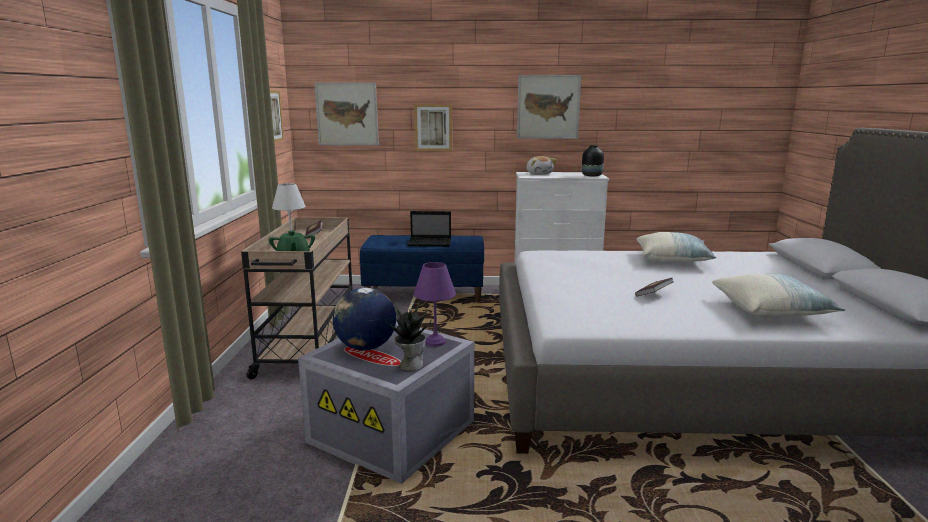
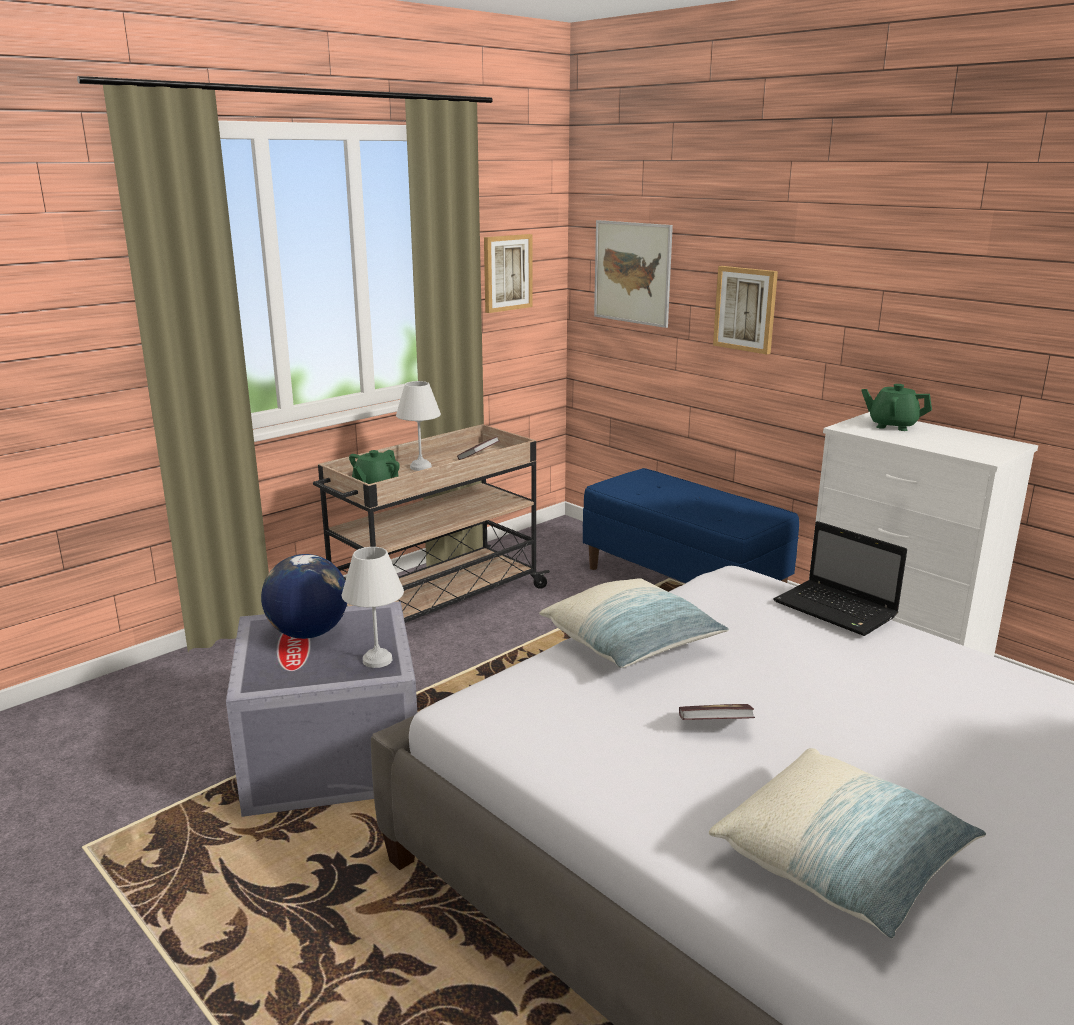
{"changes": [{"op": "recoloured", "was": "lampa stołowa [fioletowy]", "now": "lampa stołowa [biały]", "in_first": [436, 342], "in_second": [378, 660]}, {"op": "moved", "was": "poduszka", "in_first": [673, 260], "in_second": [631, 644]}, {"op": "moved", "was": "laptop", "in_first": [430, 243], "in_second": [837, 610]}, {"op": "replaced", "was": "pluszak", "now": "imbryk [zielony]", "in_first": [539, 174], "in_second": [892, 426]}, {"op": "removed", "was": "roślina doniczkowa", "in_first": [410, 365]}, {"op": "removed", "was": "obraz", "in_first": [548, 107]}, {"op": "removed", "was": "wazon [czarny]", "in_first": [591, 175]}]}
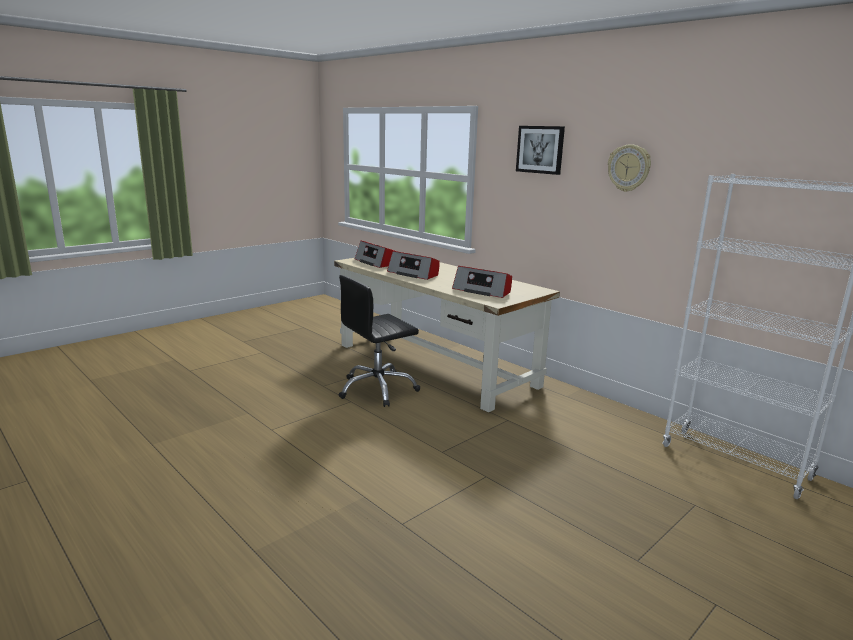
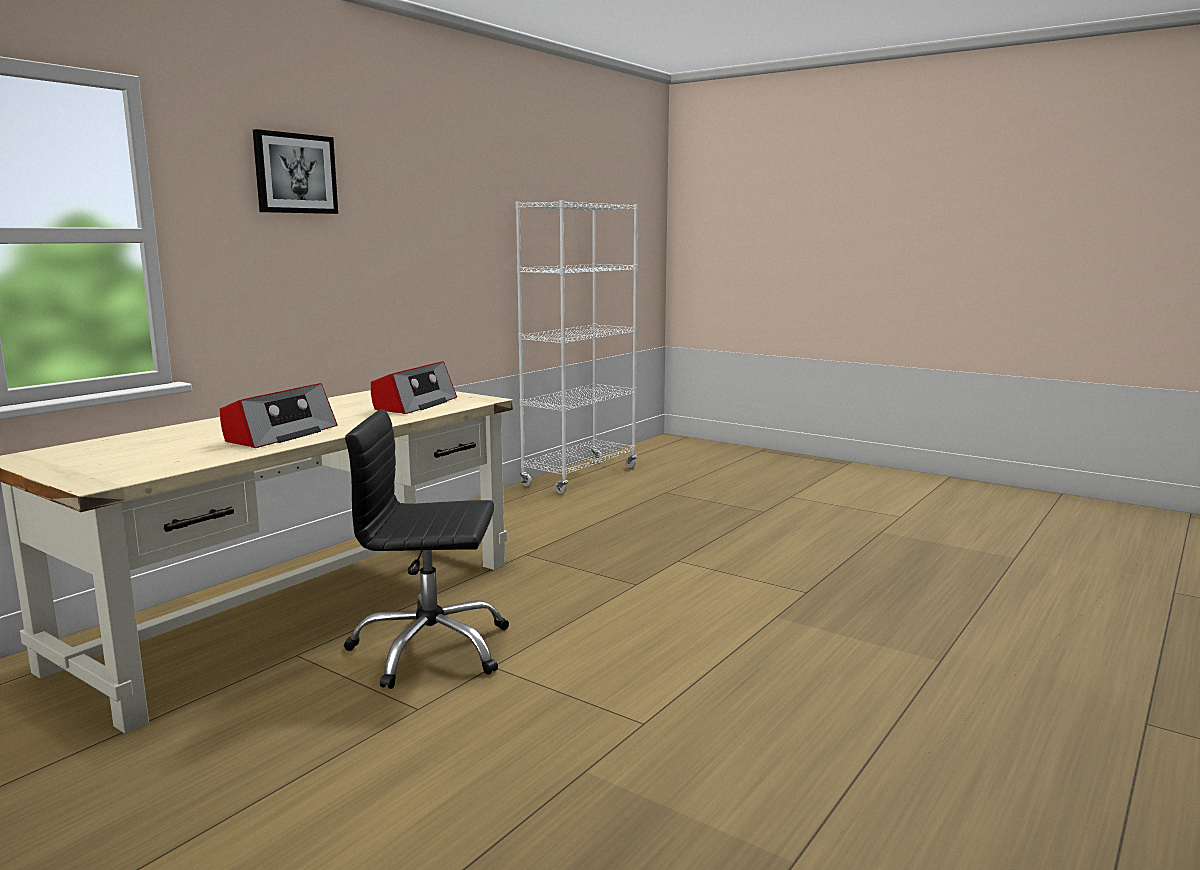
{"changes": [{"op": "turned", "was": "krzesło biurowe [czarny]", "in_first": [377, 389], "in_second": [430, 649], "clockwise": 135}, {"op": "removed", "was": "radio", "in_first": [375, 262]}, {"op": "removed", "was": "zegar ścienny", "in_first": [629, 168]}]}
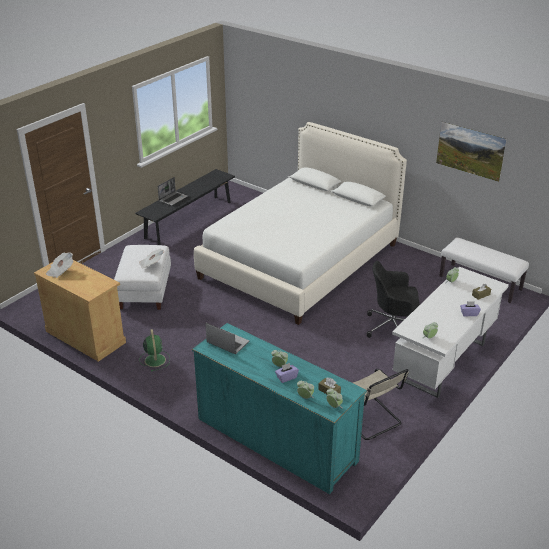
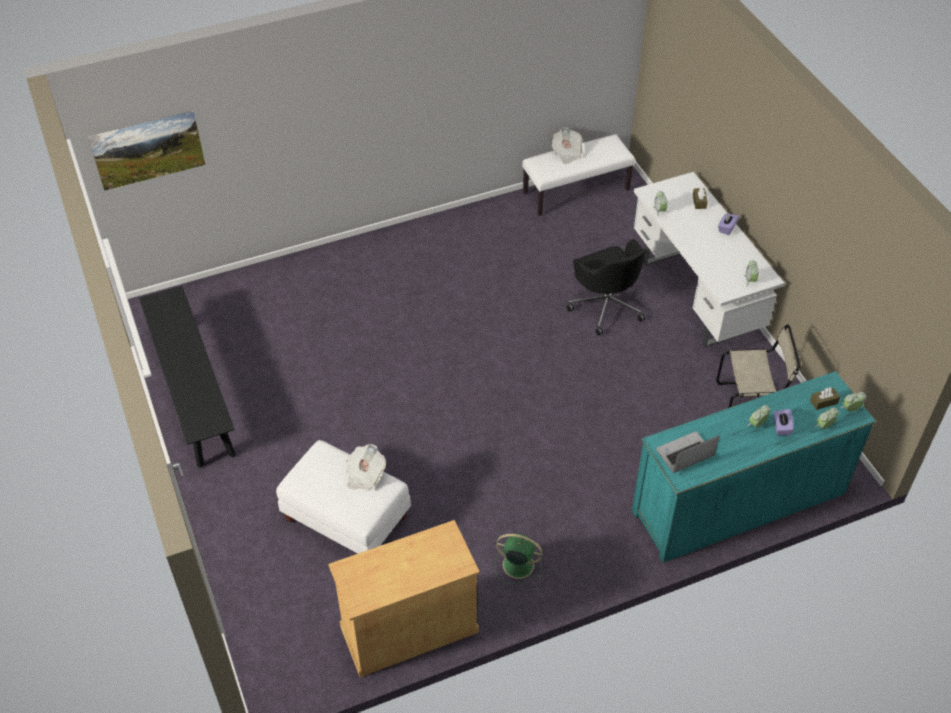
{"changes": [{"op": "moved", "was": "obraz", "in_first": [468, 162], "in_second": [151, 164]}, {"op": "moved", "was": "gazeta", "in_first": [60, 271], "in_second": [567, 153]}, {"op": "turned", "was": "krzesło biurowe [czarny]", "in_first": [392, 327], "in_second": [606, 305], "clockwise": -60}, {"op": "removed", "was": "laptop", "in_first": [173, 199]}, {"op": "removed", "was": "łóżko [biały]", "in_first": [300, 261]}]}
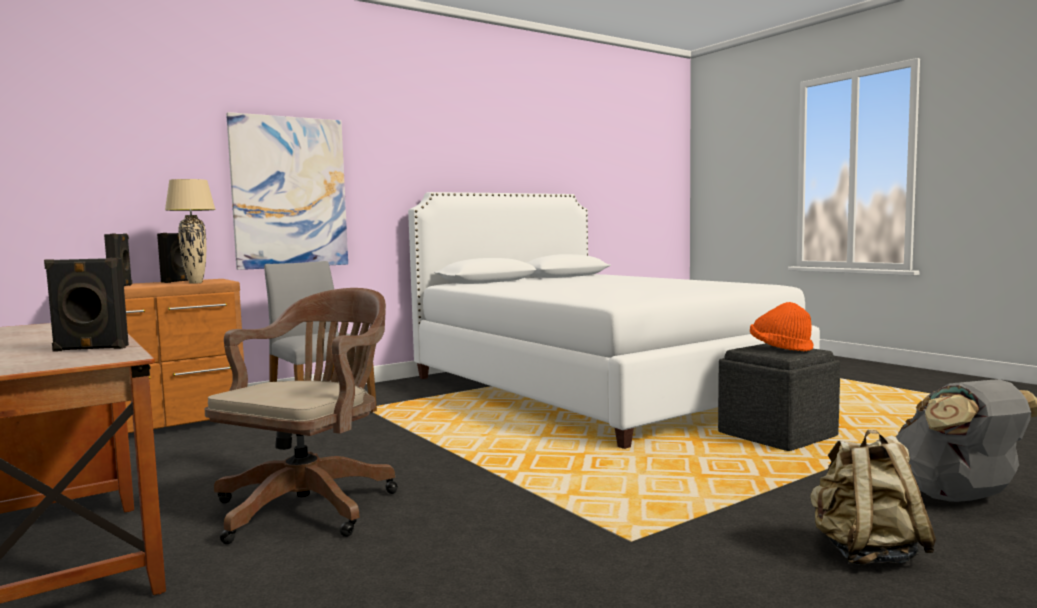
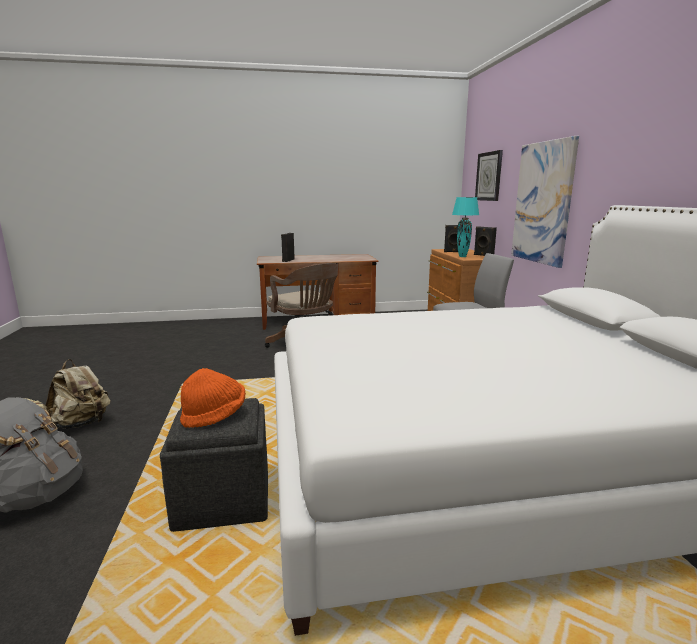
{"changes": [{"op": "recoloured", "was": "lampa stołowa [beżowy]", "now": "lampa stołowa [turkusowy]", "in_first": [196, 283], "in_second": [462, 256]}, {"op": "added", "now": "zegar ścienny", "in_second": [489, 176]}]}
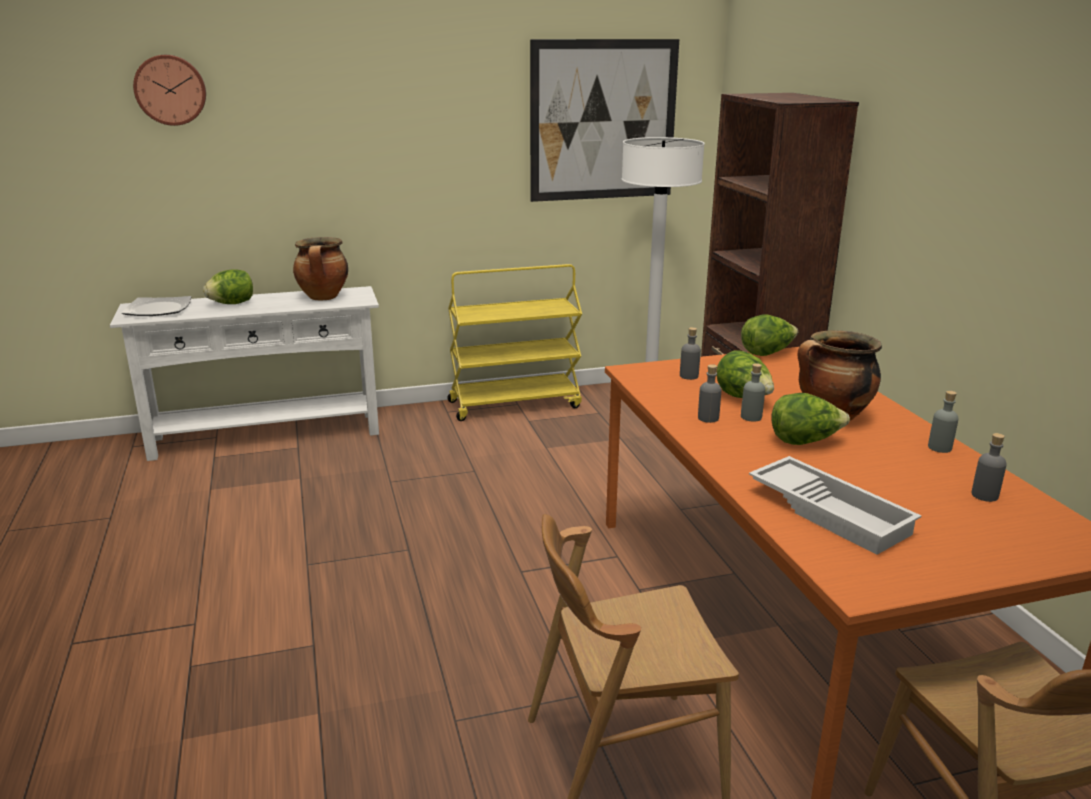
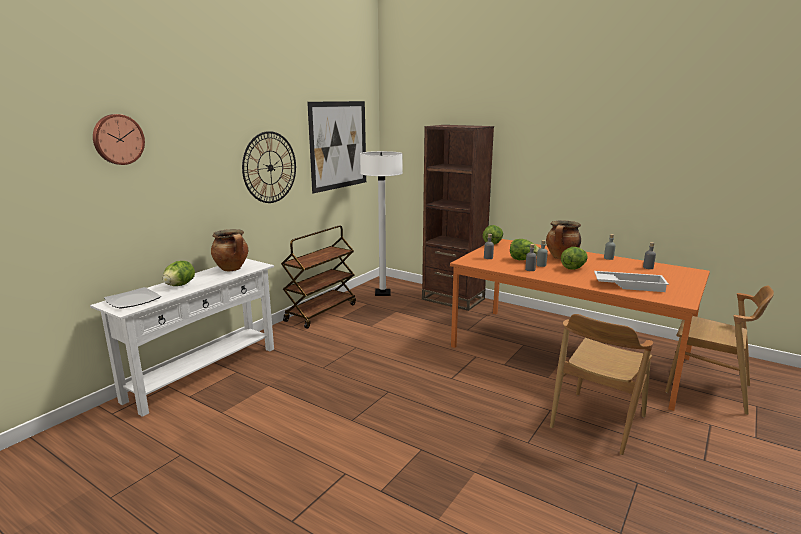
{"changes": [{"op": "added", "now": "zegar ścienny", "in_second": [270, 167]}, {"op": "recoloured", "was": "wózek [żółty]", "now": "wózek [brązowy]", "in_first": [515, 404], "in_second": [321, 312]}]}
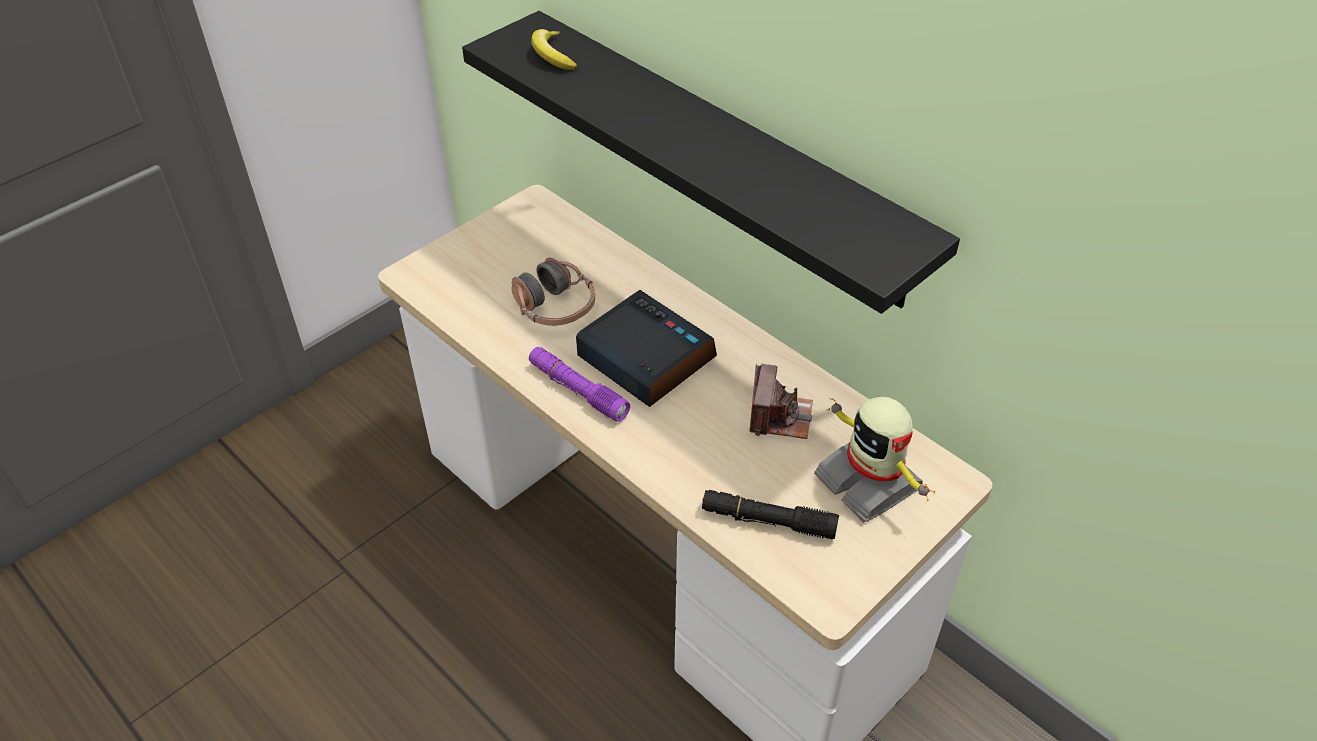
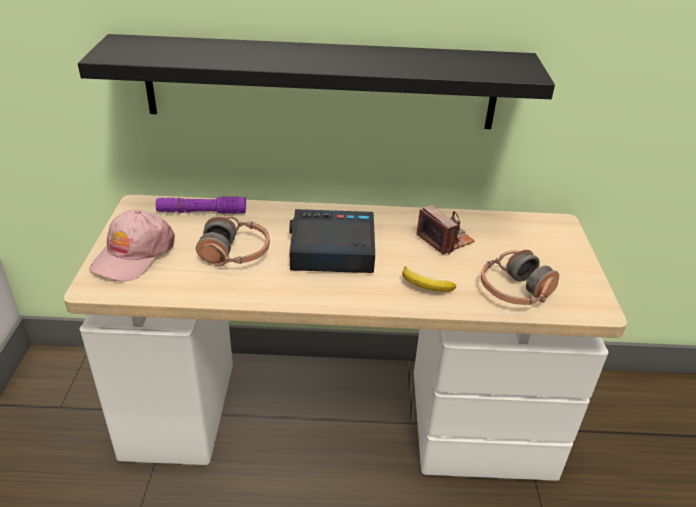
{"changes": [{"op": "added", "now": "czapka z daszkiem [różowy]", "in_second": [133, 254]}, {"op": "moved", "was": "latarka [fioletowy]", "in_first": [578, 390], "in_second": [201, 212]}, {"op": "moved", "was": "banan", "in_first": [552, 55], "in_second": [425, 285]}, {"op": "replaced", "was": "latarka [czarny]", "now": "słuchawki", "in_first": [768, 521], "in_second": [515, 291]}, {"op": "removed", "was": "robot zabawkowy", "in_first": [869, 481]}]}
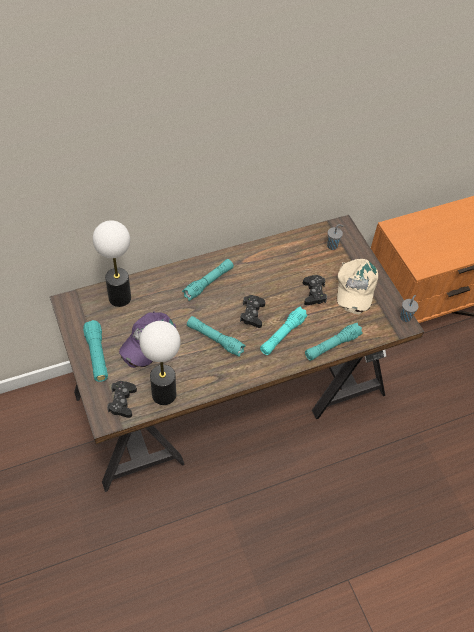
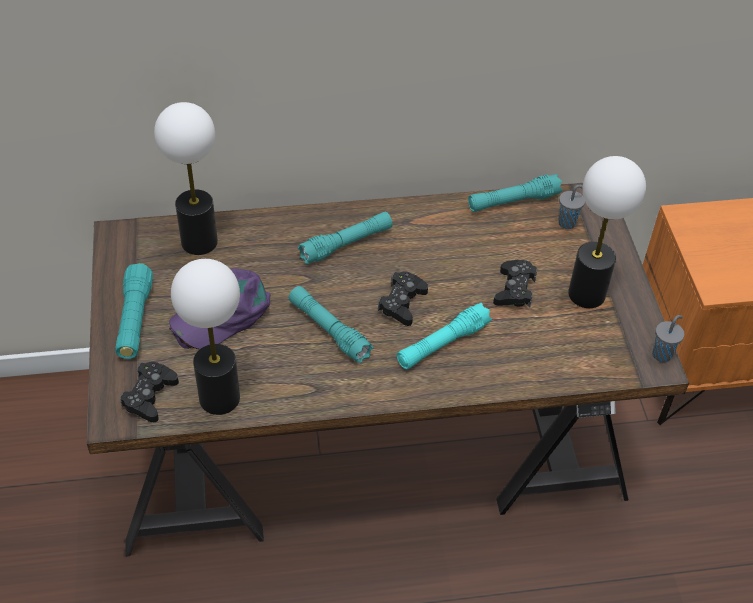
{"changes": [{"op": "moved", "was": "latarka [turkusowy]", "in_first": [332, 346], "in_second": [513, 201]}, {"op": "replaced", "was": "czapka z daszkiem [beżowy]", "now": "lampa stołowa", "in_first": [355, 288], "in_second": [587, 294]}]}
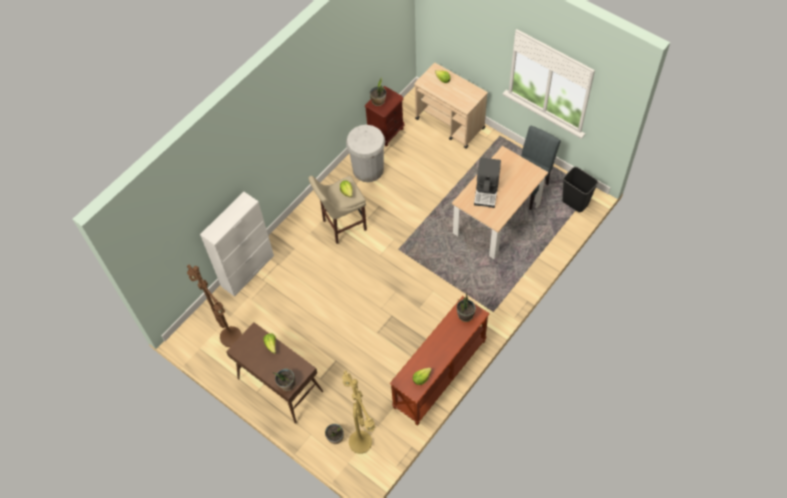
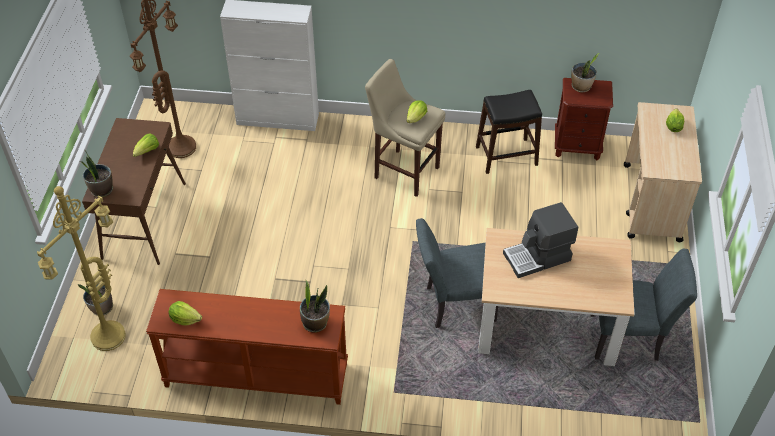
{"changes": [{"op": "added", "now": "krzesło [szary]", "in_second": [454, 304]}, {"op": "replaced", "was": "kosz na śmieci [biały]", "now": "stołek [czarny]", "in_first": [368, 169], "in_second": [506, 156]}, {"op": "removed", "was": "kosz na śmieci [czarny]", "in_first": [575, 202]}]}
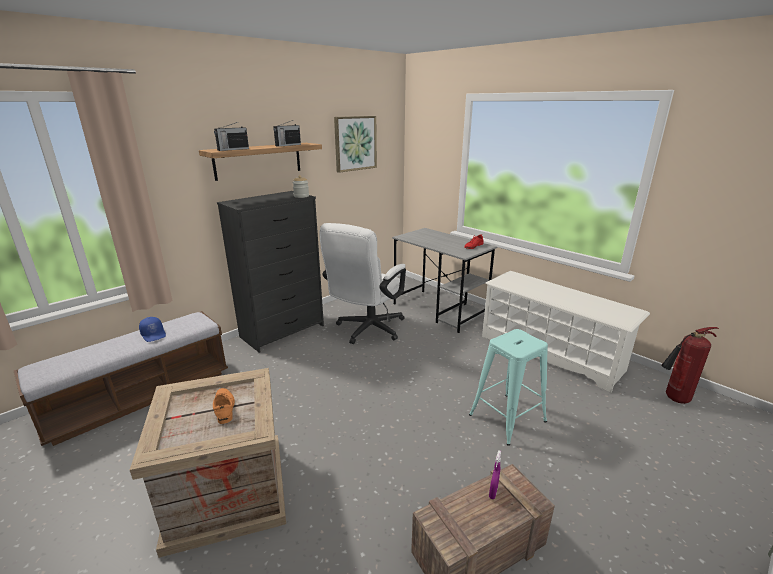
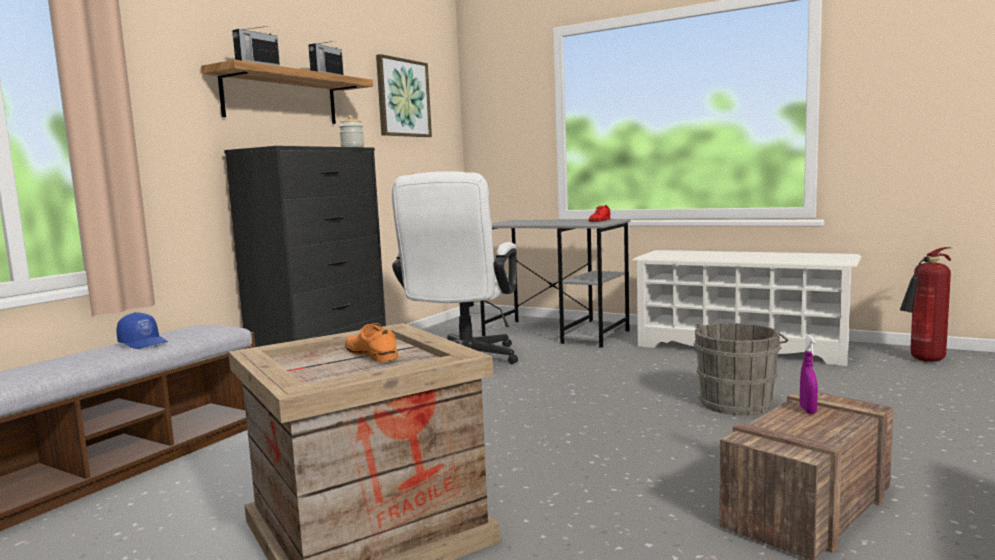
{"changes": [{"op": "replaced", "was": "stołek [turkusowy]", "now": "wiadro [szary]", "in_first": [507, 418], "in_second": [737, 402]}]}
